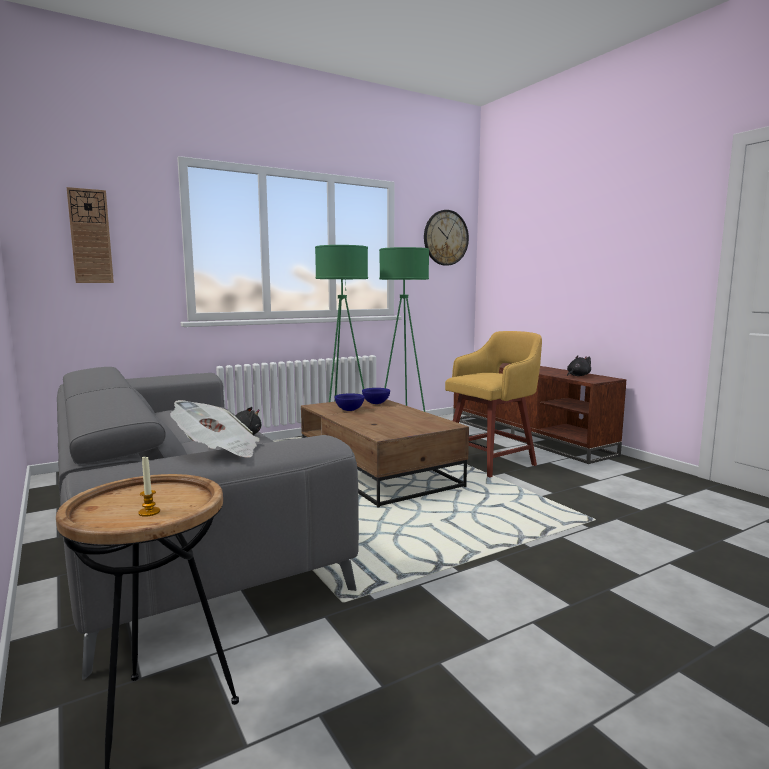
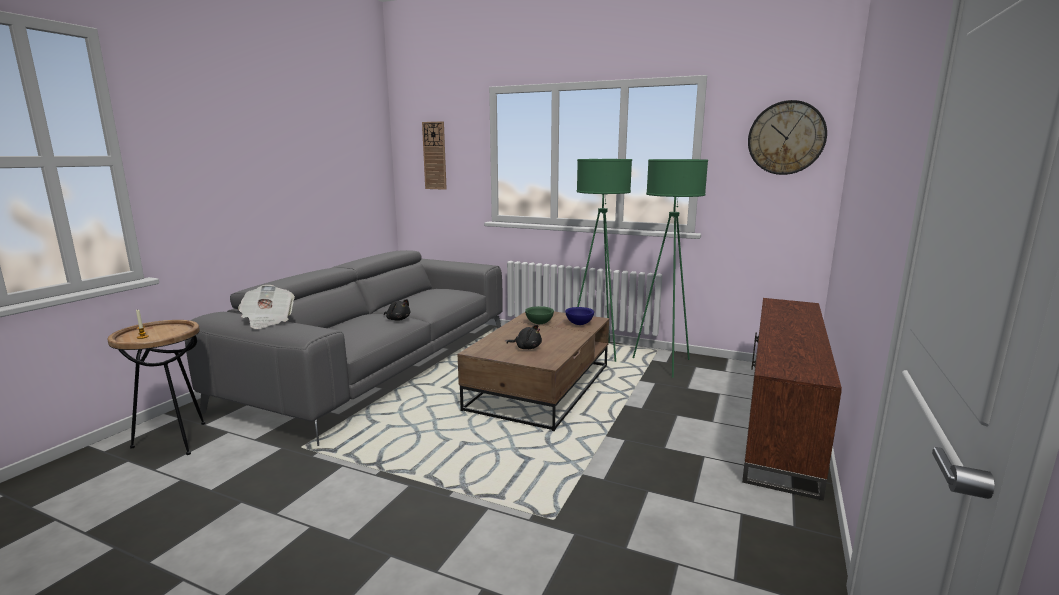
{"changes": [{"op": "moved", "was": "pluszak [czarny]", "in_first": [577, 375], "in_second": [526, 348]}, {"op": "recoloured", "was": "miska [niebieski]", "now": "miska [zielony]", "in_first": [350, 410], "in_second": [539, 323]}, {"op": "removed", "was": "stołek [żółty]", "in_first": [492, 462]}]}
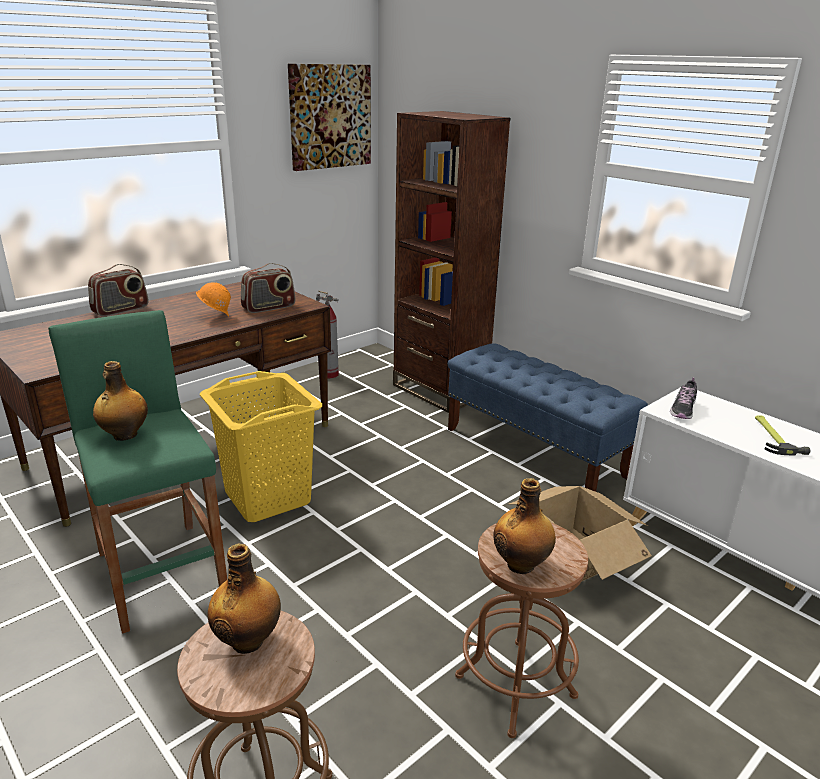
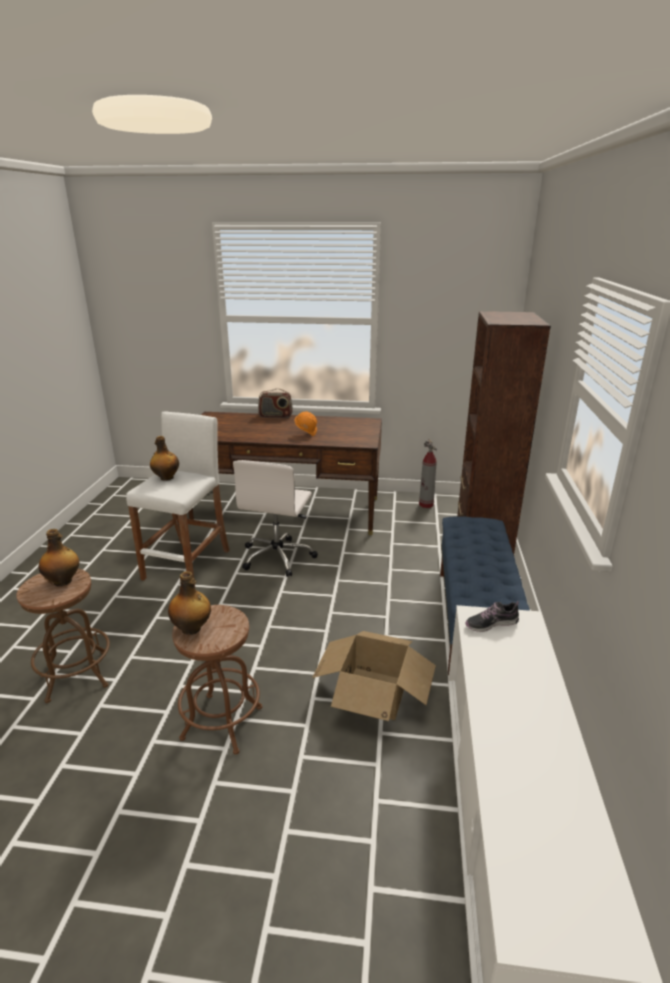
{"changes": [{"op": "recoloured", "was": "stołek [zielony]", "now": "stołek [biały]", "in_first": [161, 573], "in_second": [187, 564]}, {"op": "replaced", "was": "kosz na pranie [żółty]", "now": "krzesło biurowe [biały]", "in_first": [267, 498], "in_second": [278, 557]}, {"op": "removed", "was": "radio", "in_first": [269, 307]}, {"op": "removed", "was": "obraz", "in_first": [330, 116]}, {"op": "removed", "was": "młotek", "in_first": [772, 437]}]}
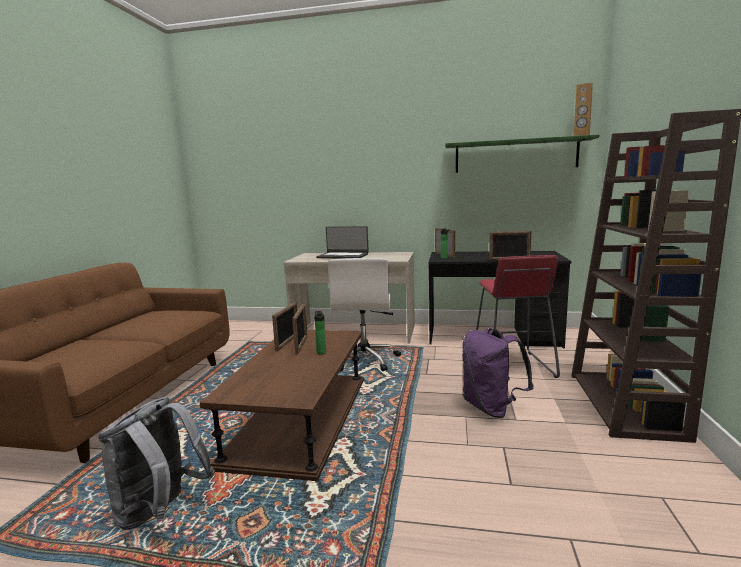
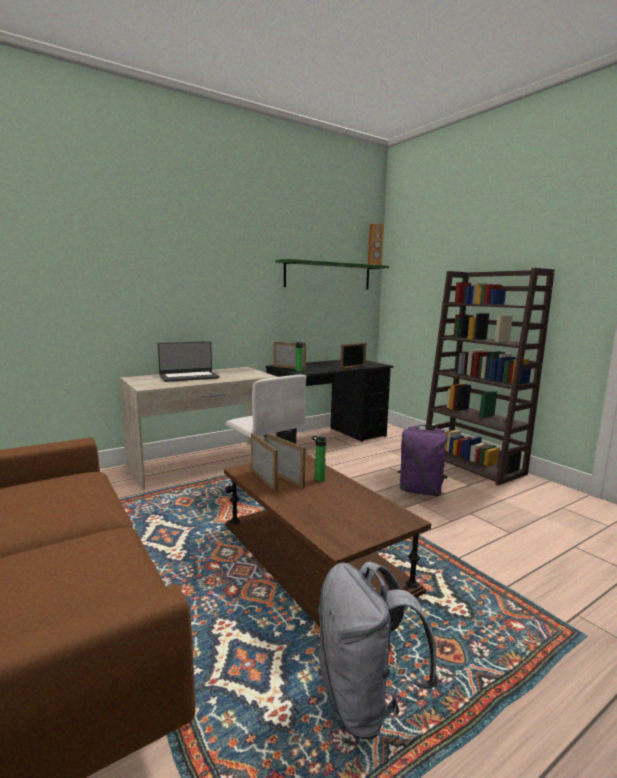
{"changes": [{"op": "removed", "was": "stołek [czerwony]", "in_first": [511, 366]}]}
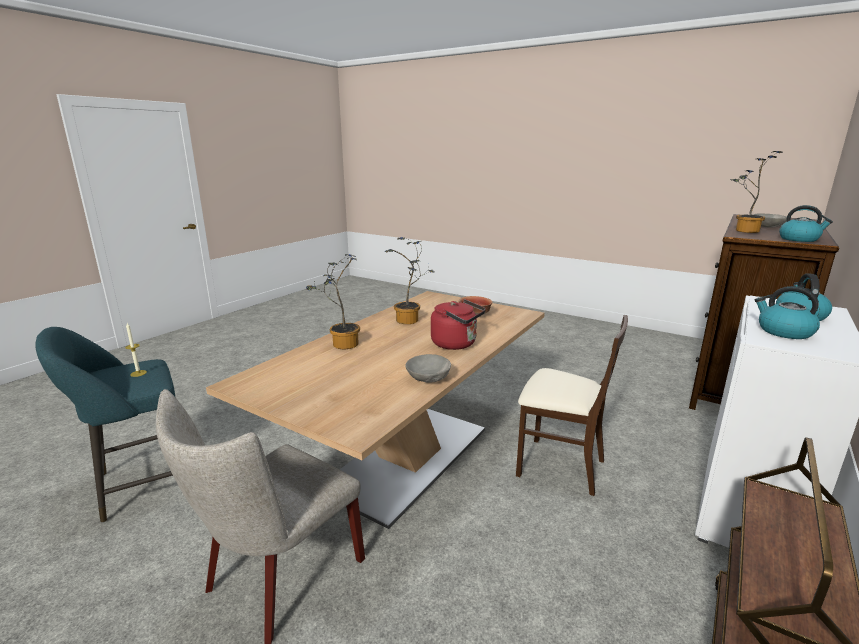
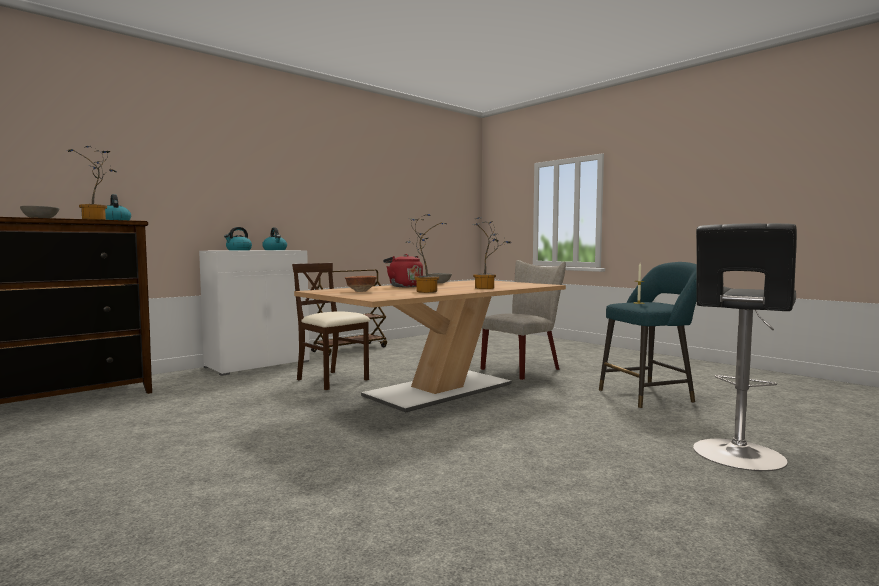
{"changes": [{"op": "added", "now": "stołek [czarny]", "in_second": [738, 456]}]}
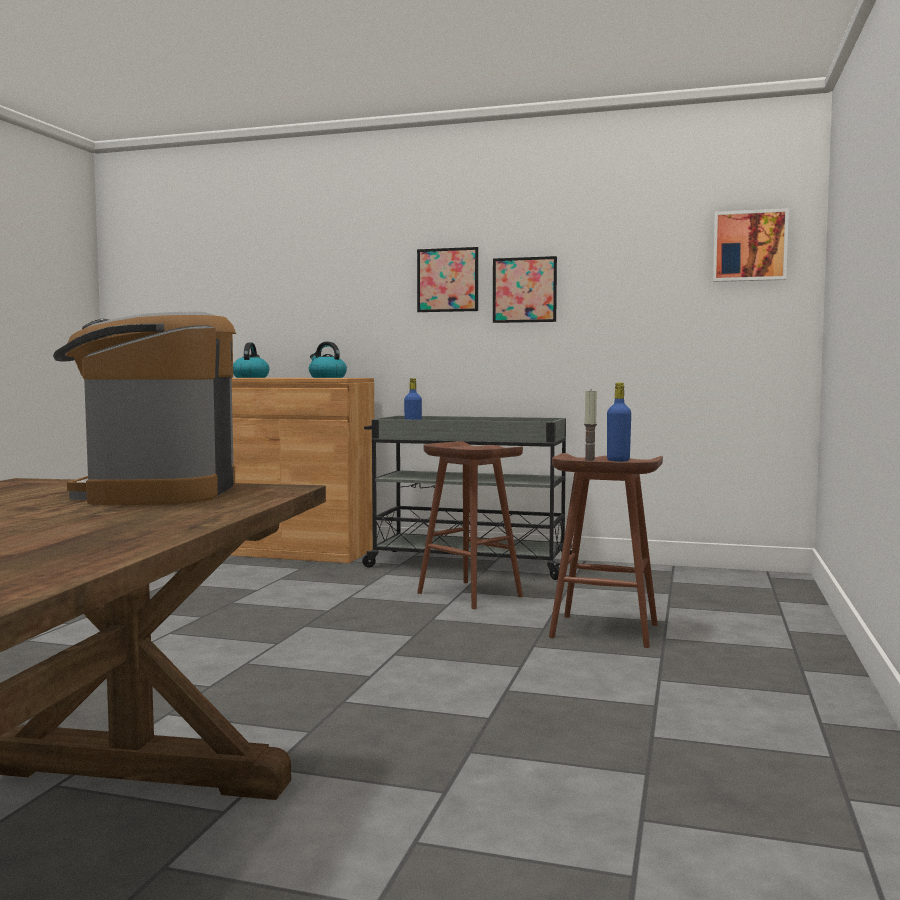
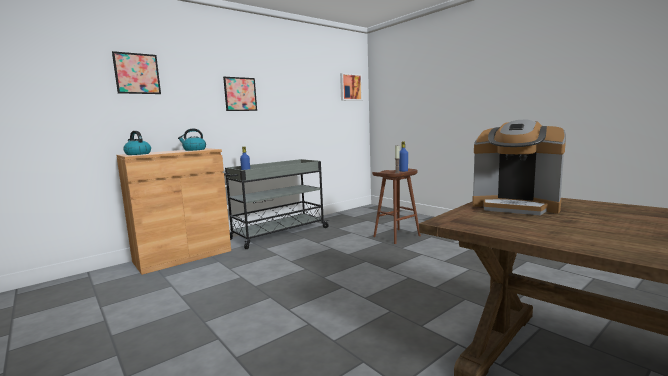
{"changes": [{"op": "moved", "was": "obraz", "in_first": [524, 290], "in_second": [137, 73]}, {"op": "removed", "was": "stołek [brązowy]", "in_first": [467, 595]}]}
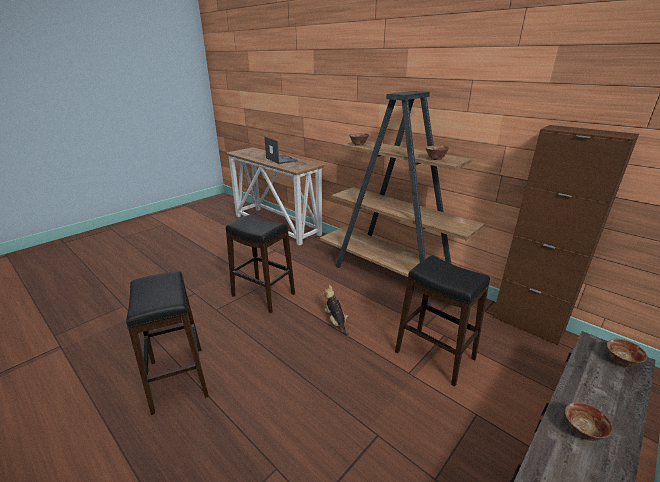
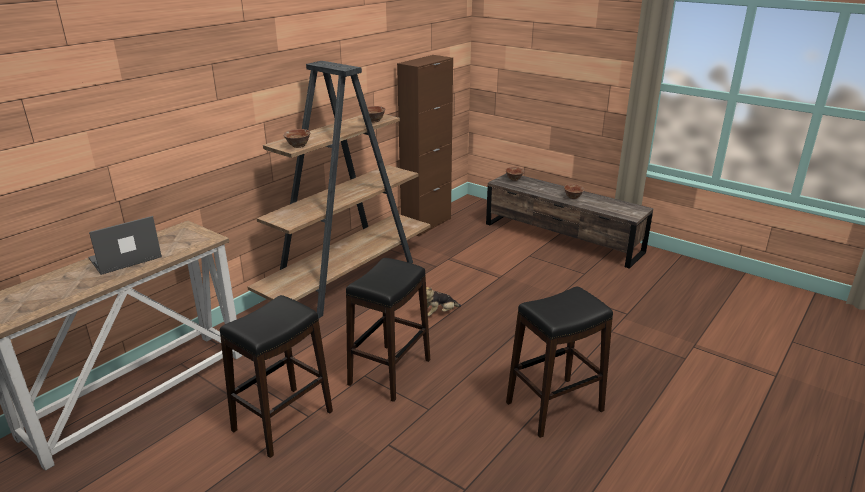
{"changes": [{"op": "moved", "was": "stołek [czarny]", "in_first": [434, 355], "in_second": [282, 421]}]}
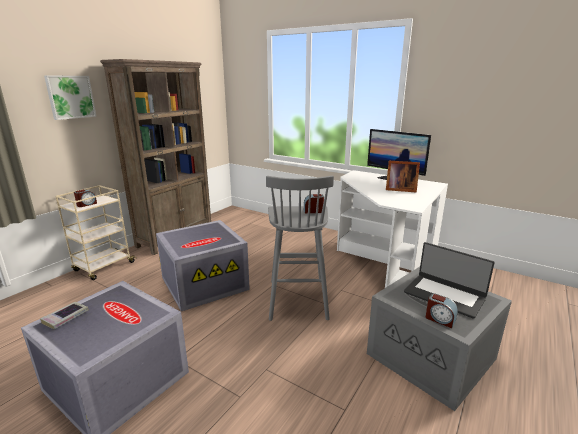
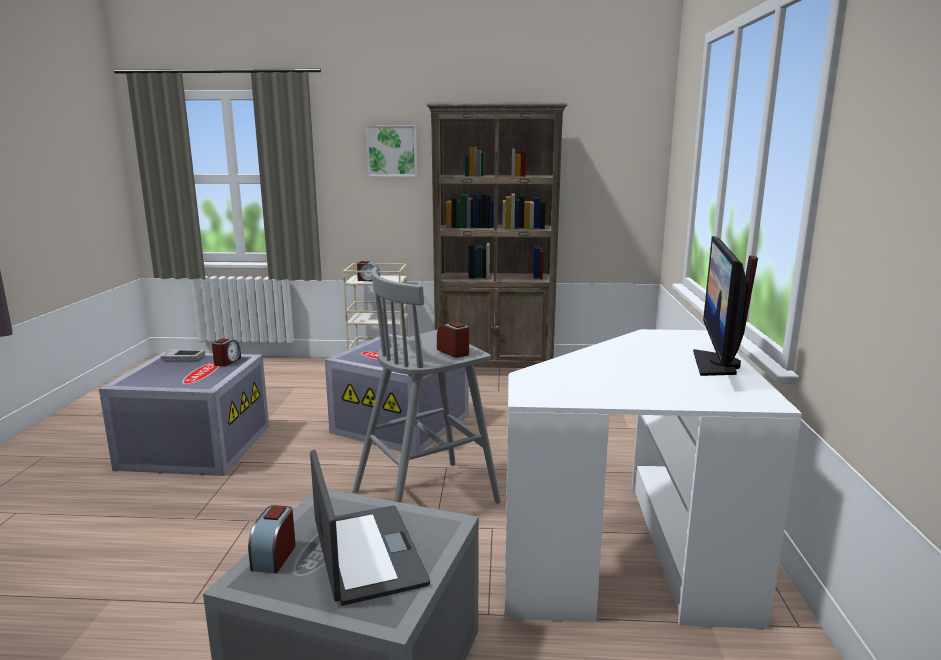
{"changes": [{"op": "added", "now": "budzik", "in_second": [227, 362]}, {"op": "turned", "was": "laptop", "in_first": [444, 295], "in_second": [366, 553], "clockwise": 150}, {"op": "removed", "was": "ramka na zdjęcie", "in_first": [399, 189]}]}
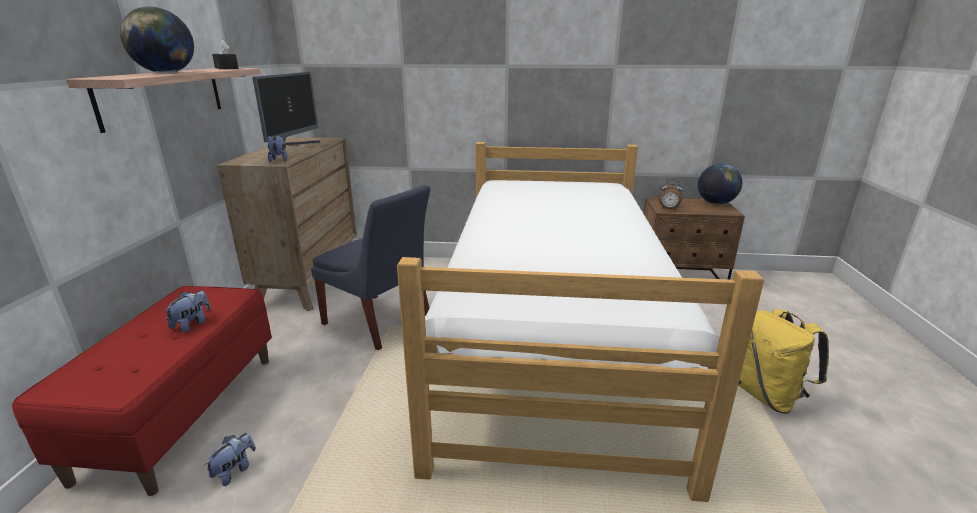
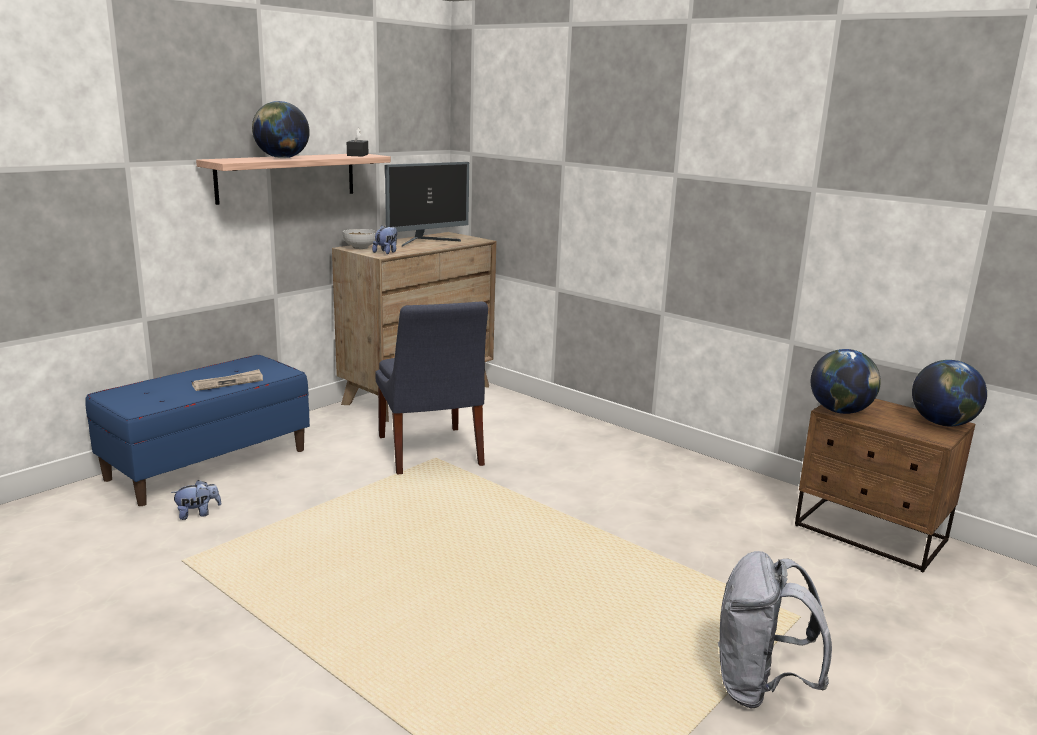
{"changes": [{"op": "recoloured", "was": "ławka [czerwony]", "now": "ławka [niebieski]", "in_first": [183, 413], "in_second": [208, 464]}, {"op": "replaced", "was": "pluszak", "now": "gazeta", "in_first": [192, 324], "in_second": [228, 382]}, {"op": "added", "now": "miska", "in_second": [360, 247]}, {"op": "recoloured", "was": "plecak [żółty]", "now": "plecak [szary]", "in_first": [769, 397], "in_second": [759, 687]}, {"op": "replaced", "was": "budzik", "now": "globus", "in_first": [668, 209], "in_second": [840, 411]}, {"op": "removed", "was": "łóżko", "in_first": [552, 338]}]}
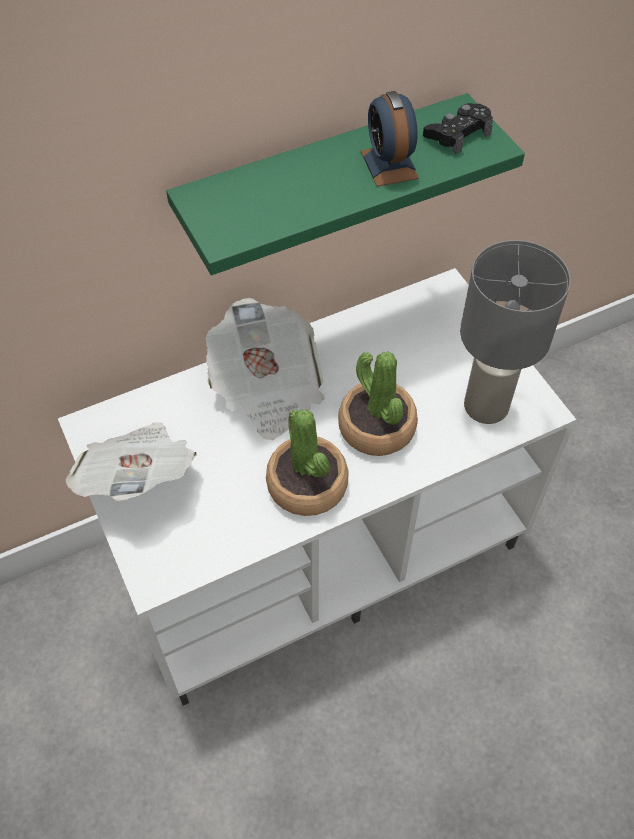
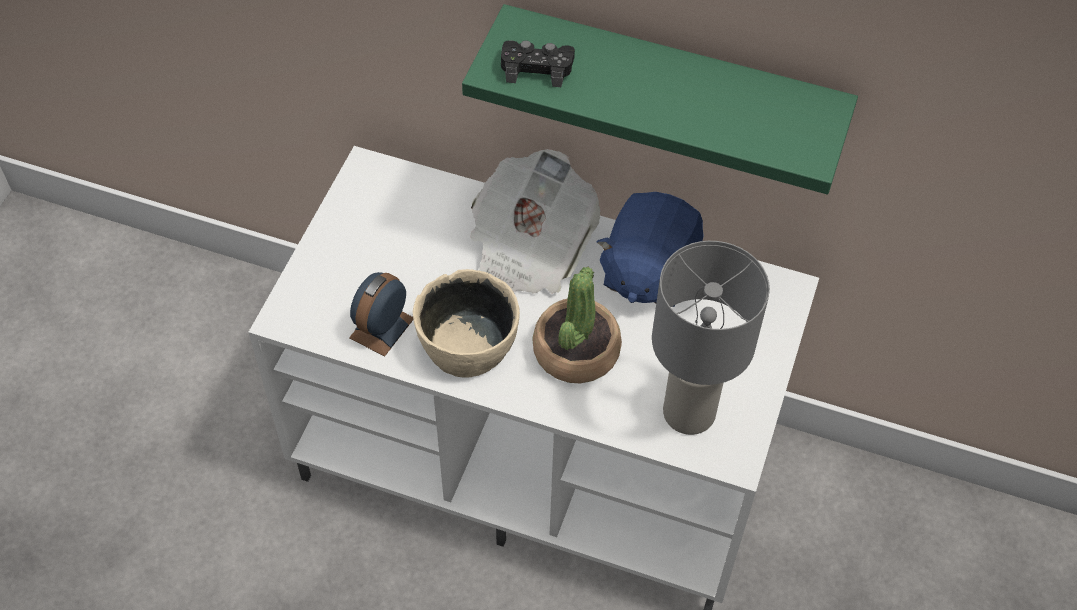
{"changes": [{"op": "moved", "was": "budzik", "in_first": [389, 164], "in_second": [382, 328]}, {"op": "replaced", "was": "roślina doniczkowa", "now": "miska [beżowy]", "in_first": [307, 484], "in_second": [469, 347]}, {"op": "moved", "was": "pad do gier [czarny]", "in_first": [458, 134], "in_second": [537, 68]}, {"op": "added", "now": "pluszak [niebieski]", "in_second": [647, 272]}, {"op": "removed", "was": "gazeta", "in_first": [139, 477]}]}
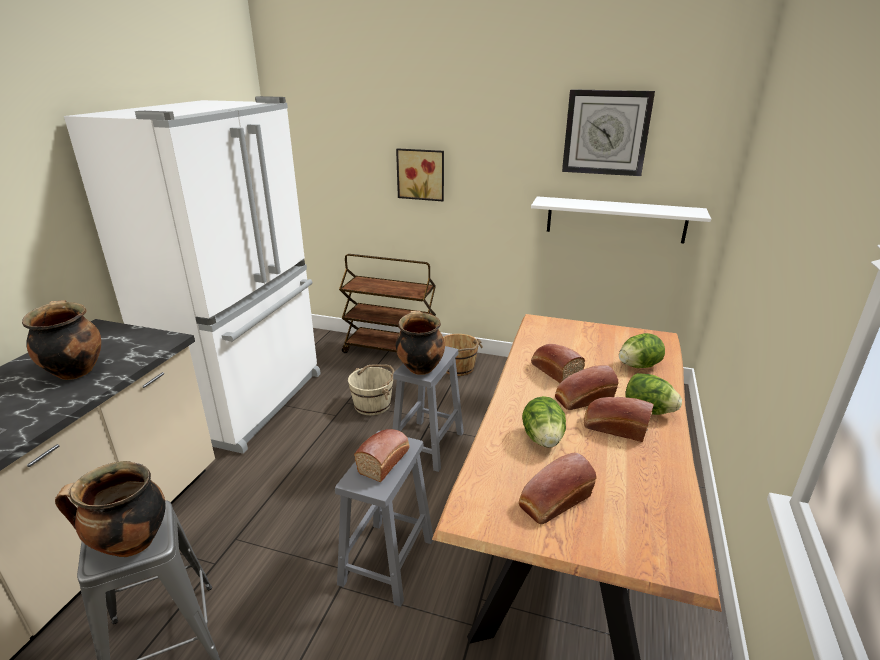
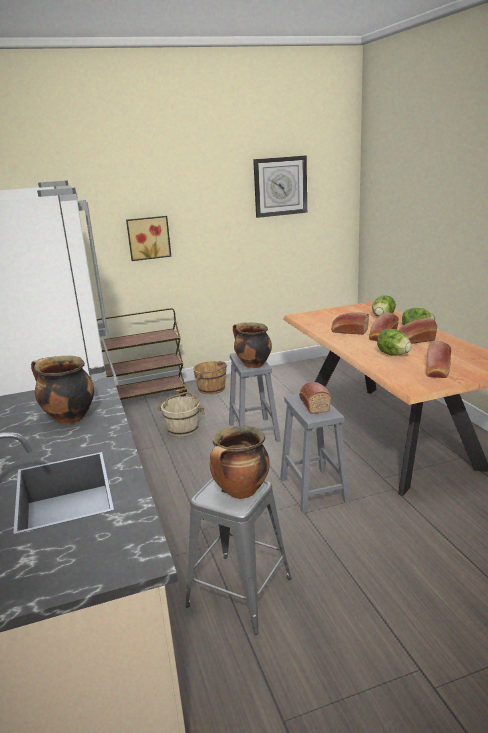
{"changes": [{"op": "removed", "was": "półka [biały]", "in_first": [615, 219]}]}
